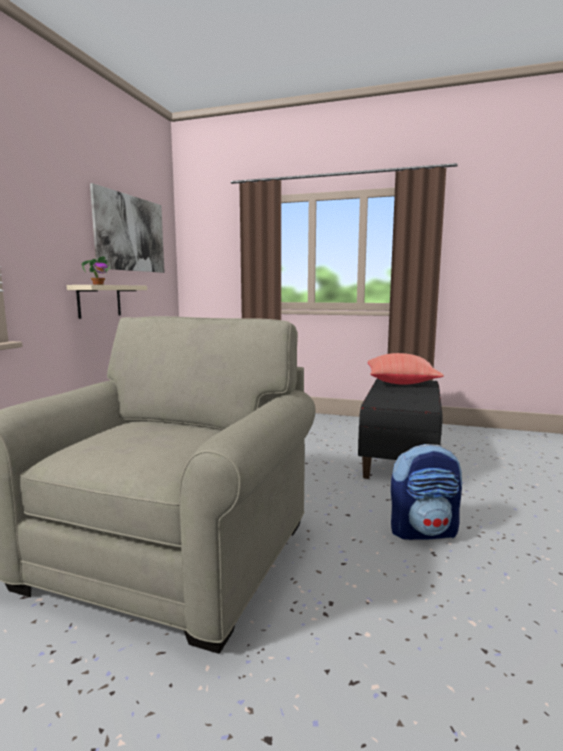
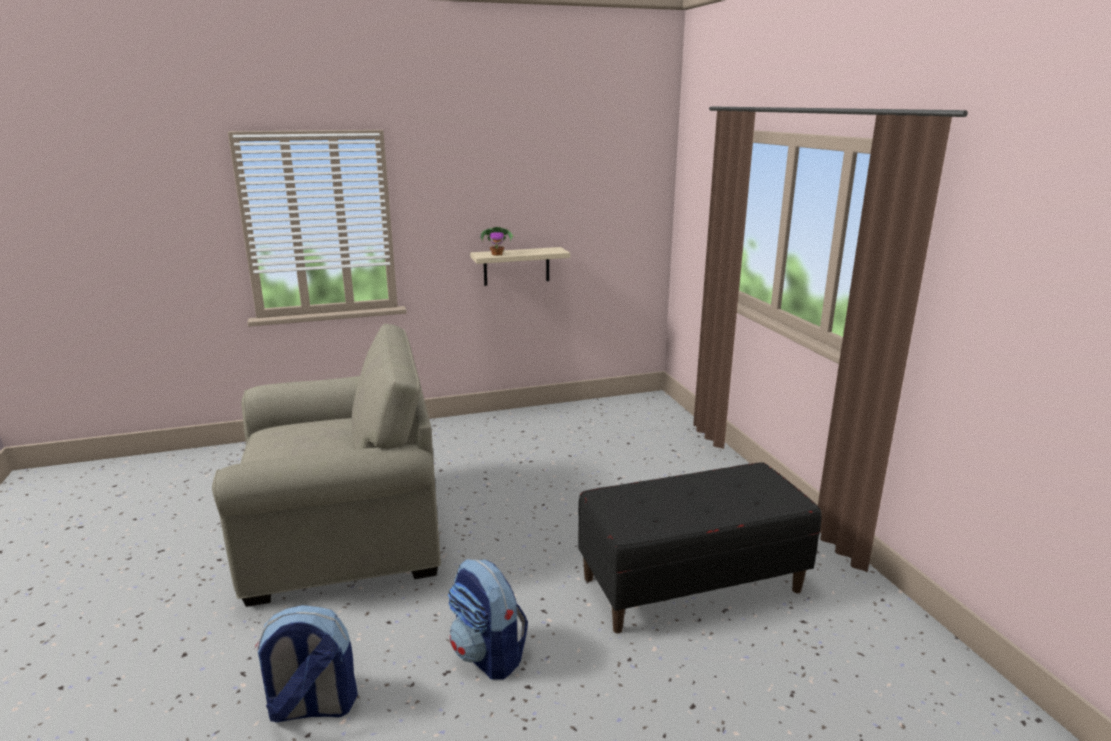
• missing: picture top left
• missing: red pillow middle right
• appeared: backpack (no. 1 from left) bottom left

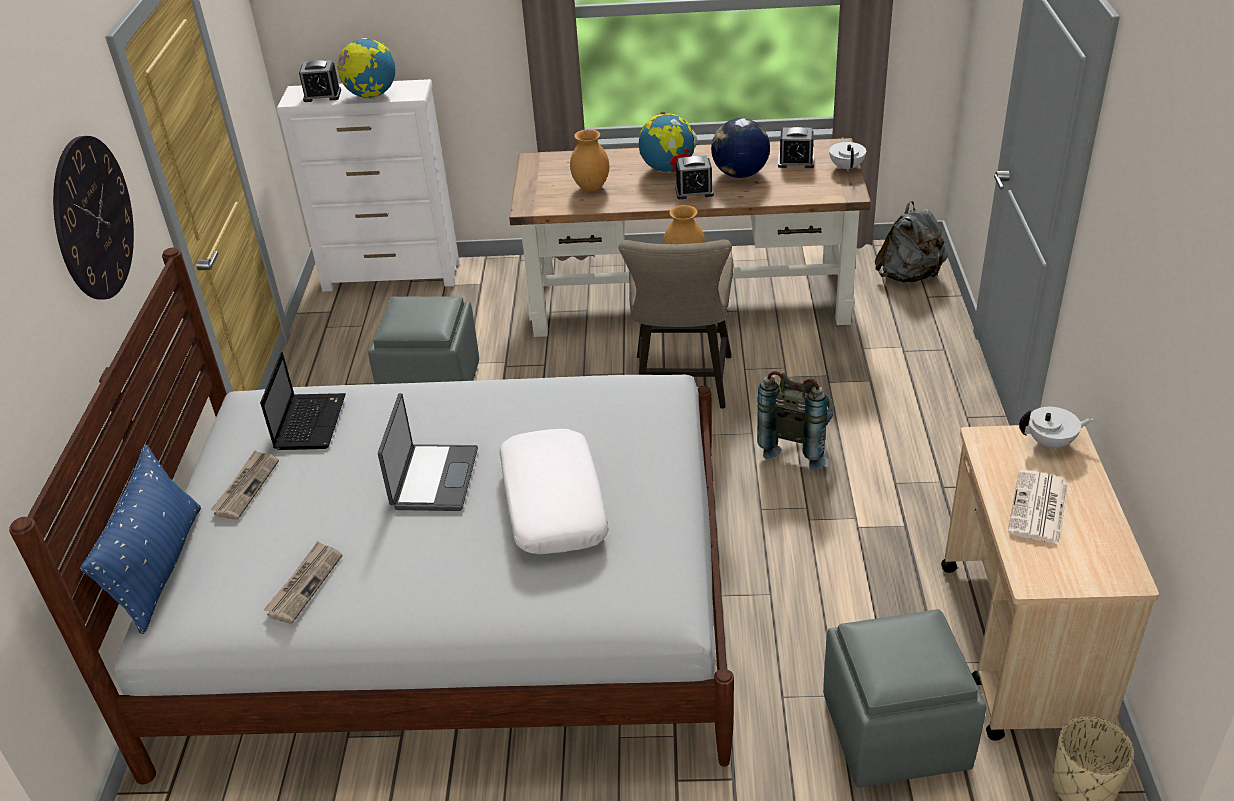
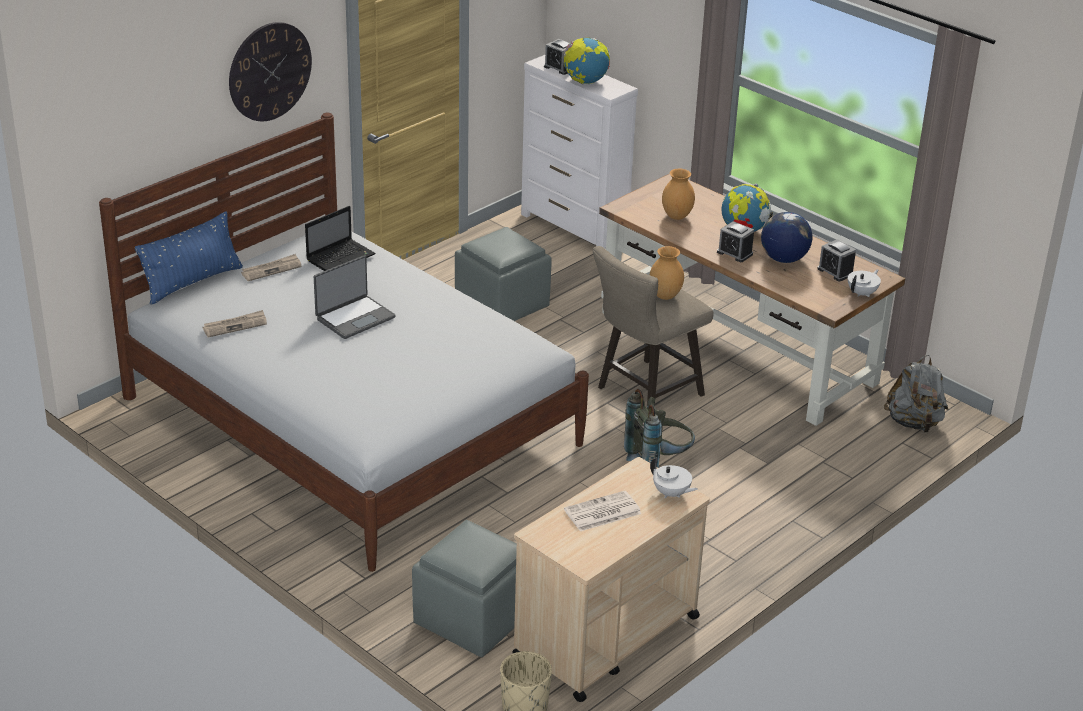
• missing: white pillow centre

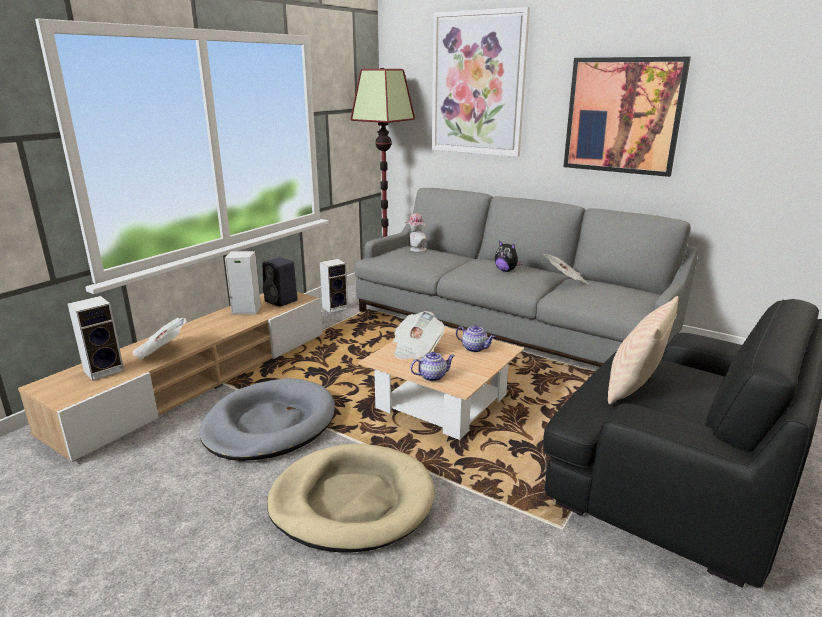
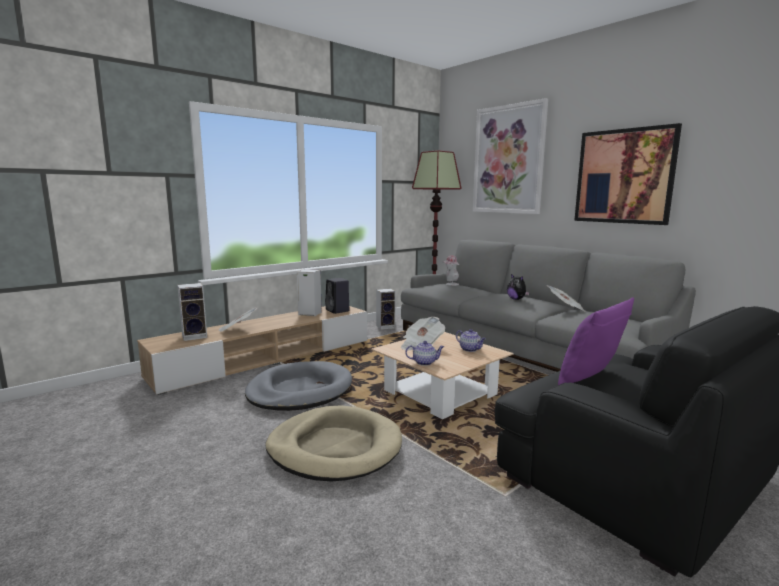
• colour: beige pillow middle right to purple pillow middle right

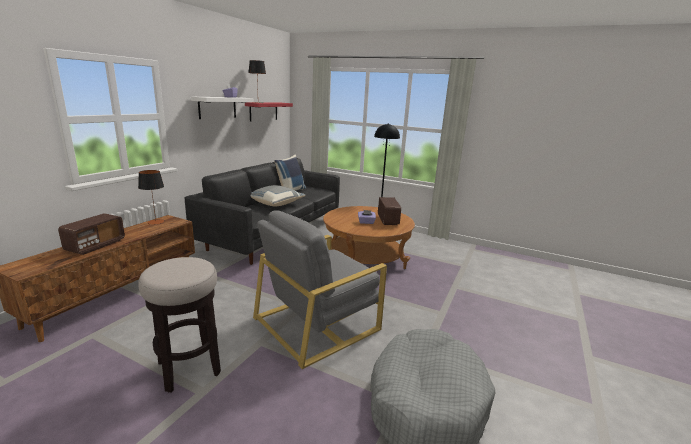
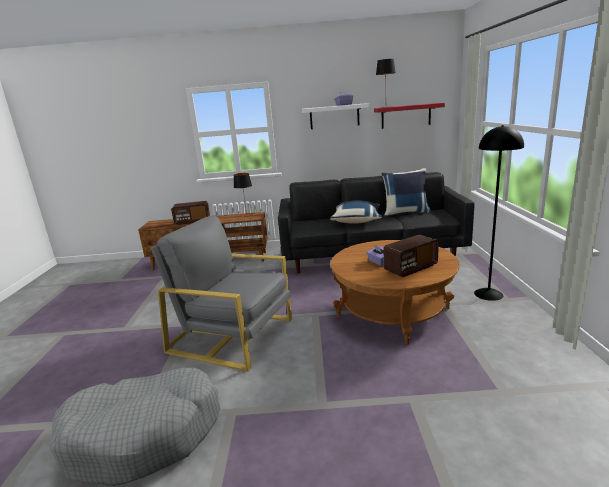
• missing: stool bottom left
• colour: grey pillow centre to blue pillow (no. 1 from left) centre

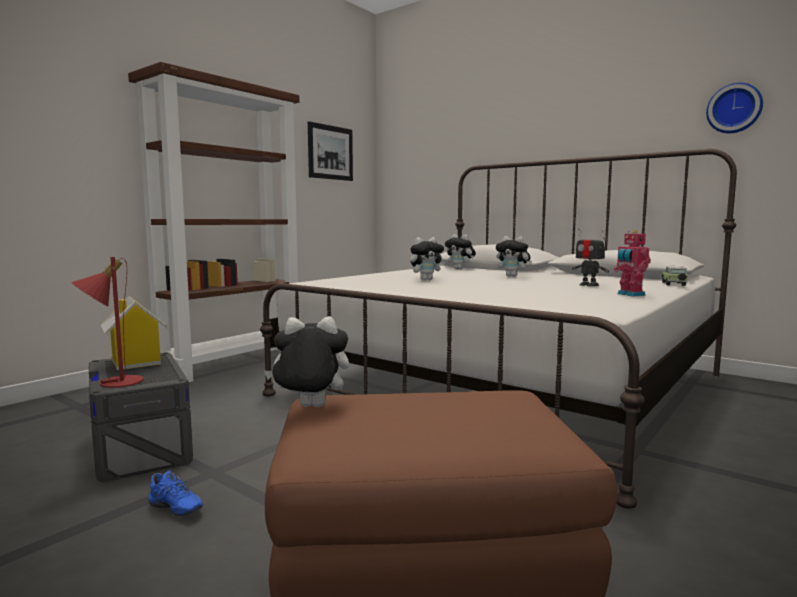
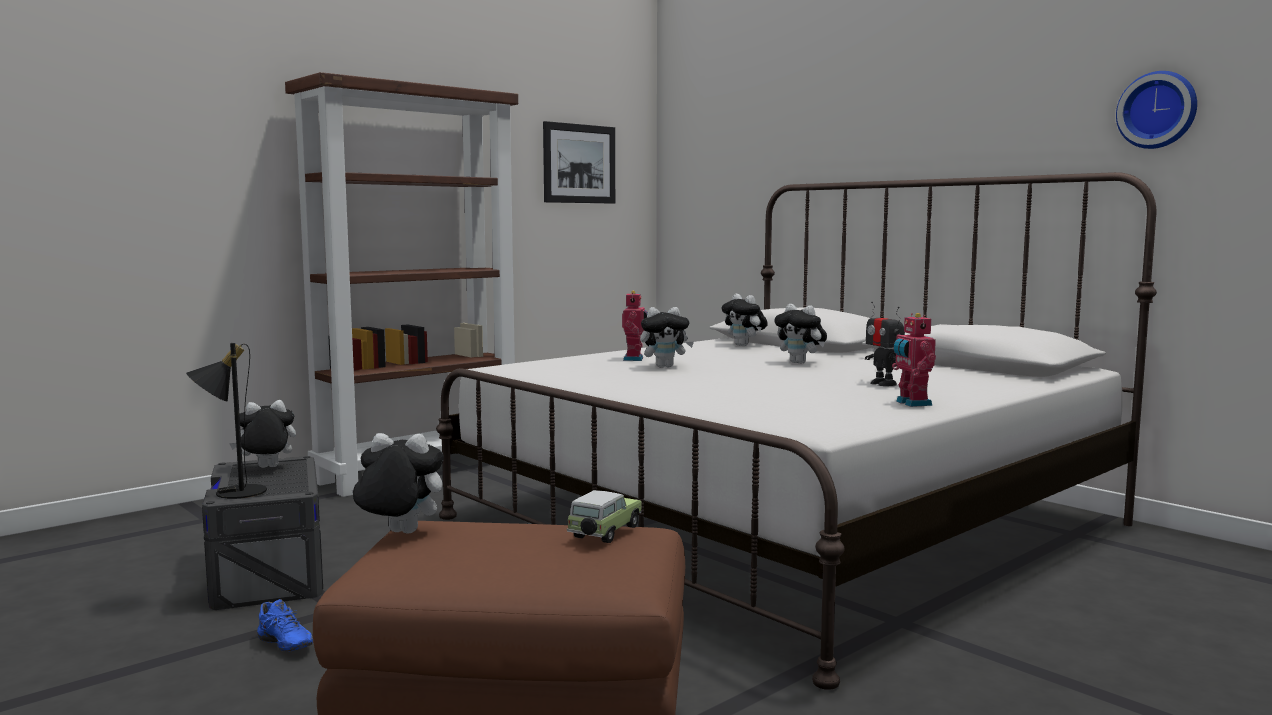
• colour: red table lamp middle left to black table lamp middle left
• exchanged: toy house middle left to plush toy (no. 1 from left) middle left
• relocated: toy car middle right to bottom centre
• appeared: toy robot (no. 1 from left) centre

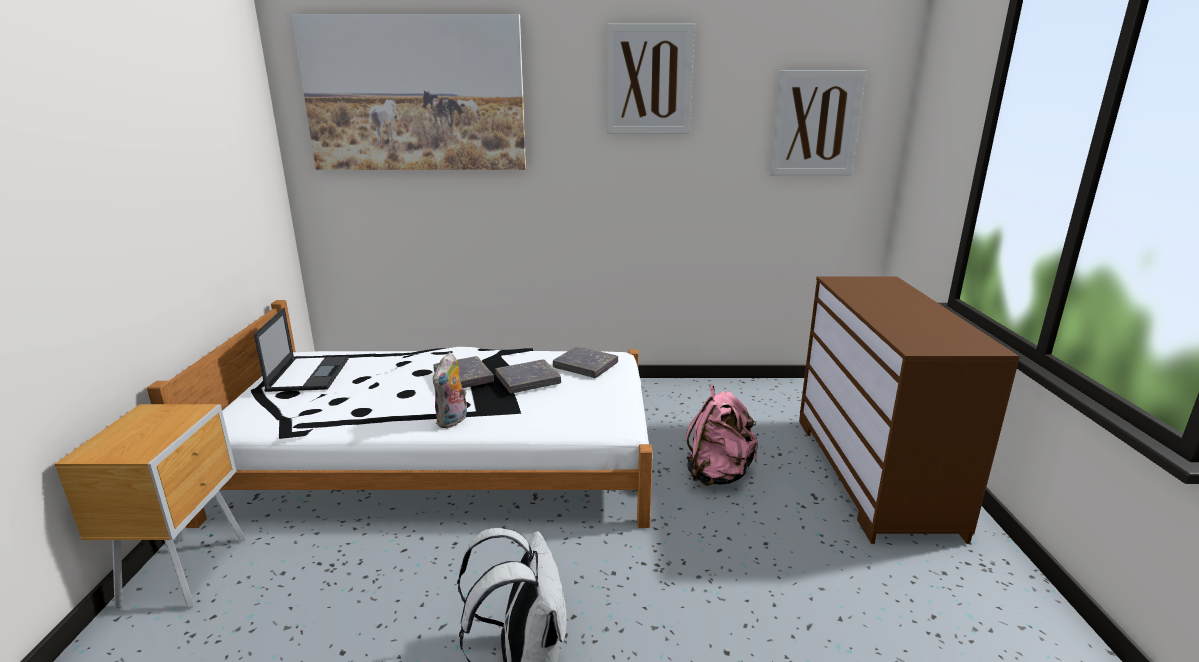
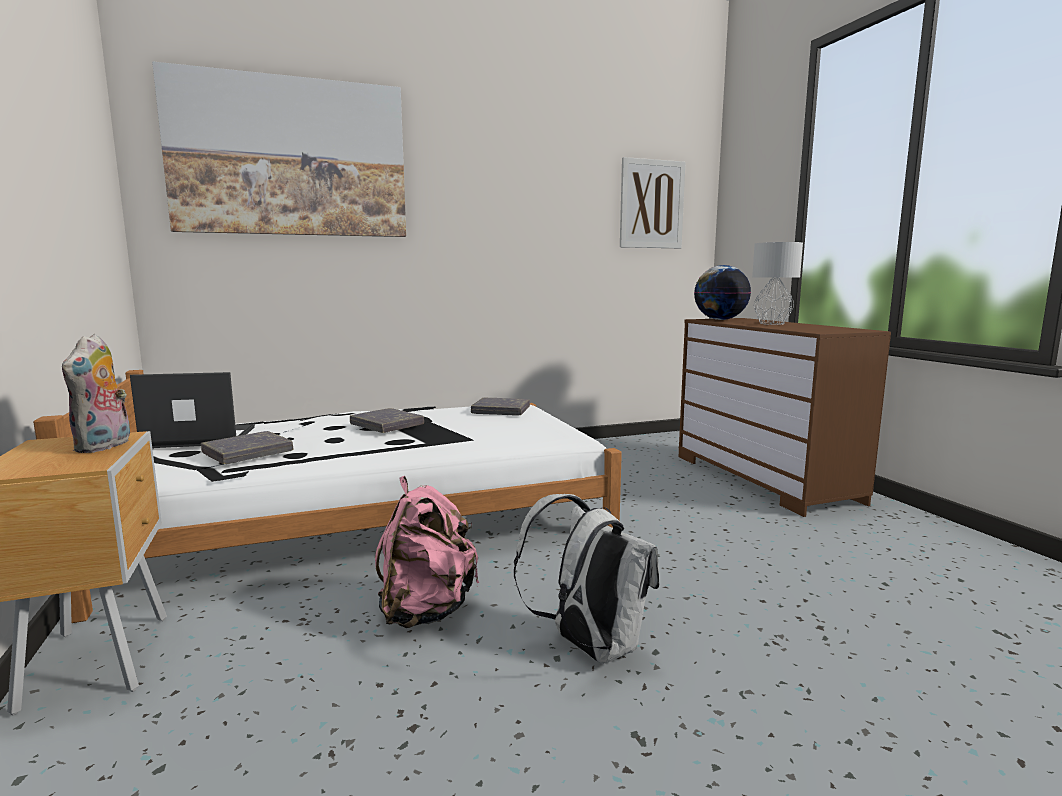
• spun: laptop middle left = middle left 75 degrees counterclockwise
• relocated: plush toy centre to middle left
• relocated: grey book (no. 2 from left in the first image) centre to grey book (no. 1 from left) middle left
• missing: picture (no. 2 from left) top centre
• relocated: pink backpack centre to bottom centre
• appeared: globe middle right
• appeared: grey table lamp middle right

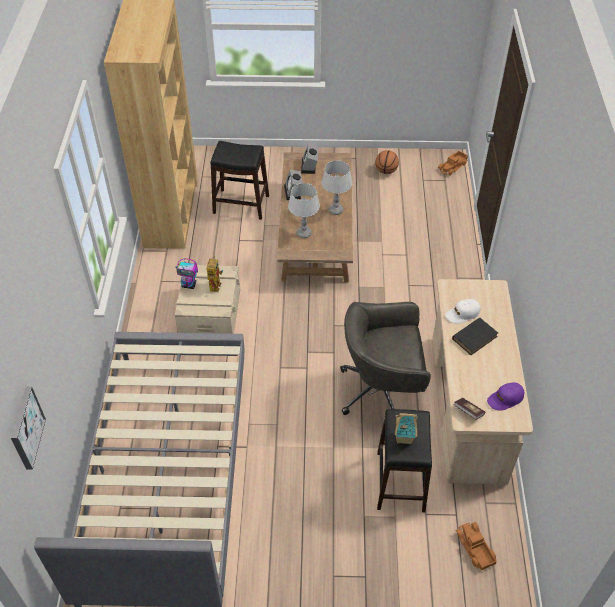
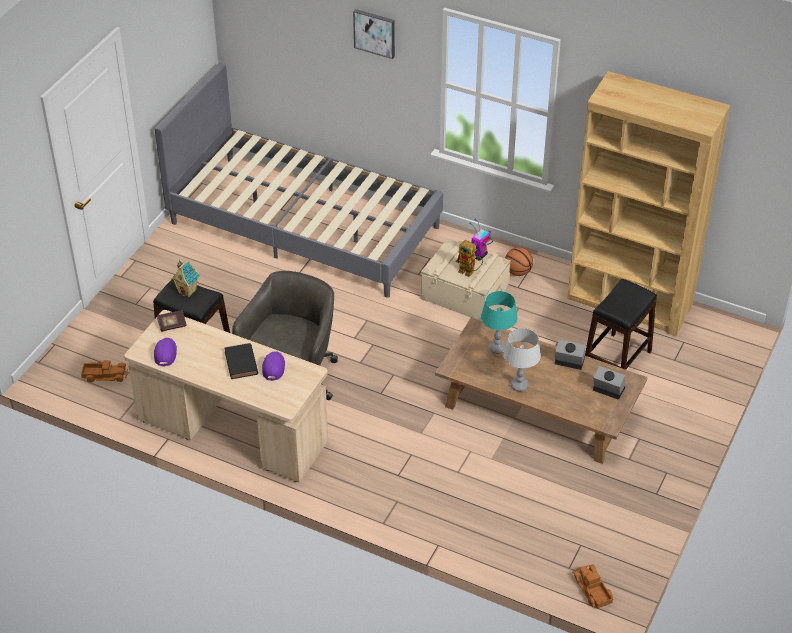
• relocated: picture bottom left to top centre
• colour: grey table lamp (no. 1 from left) centre to turquoise table lamp centre
• relocated: basketball top centre to centre
• colour: white cap middle right to purple cap (no. 2 from left) centre

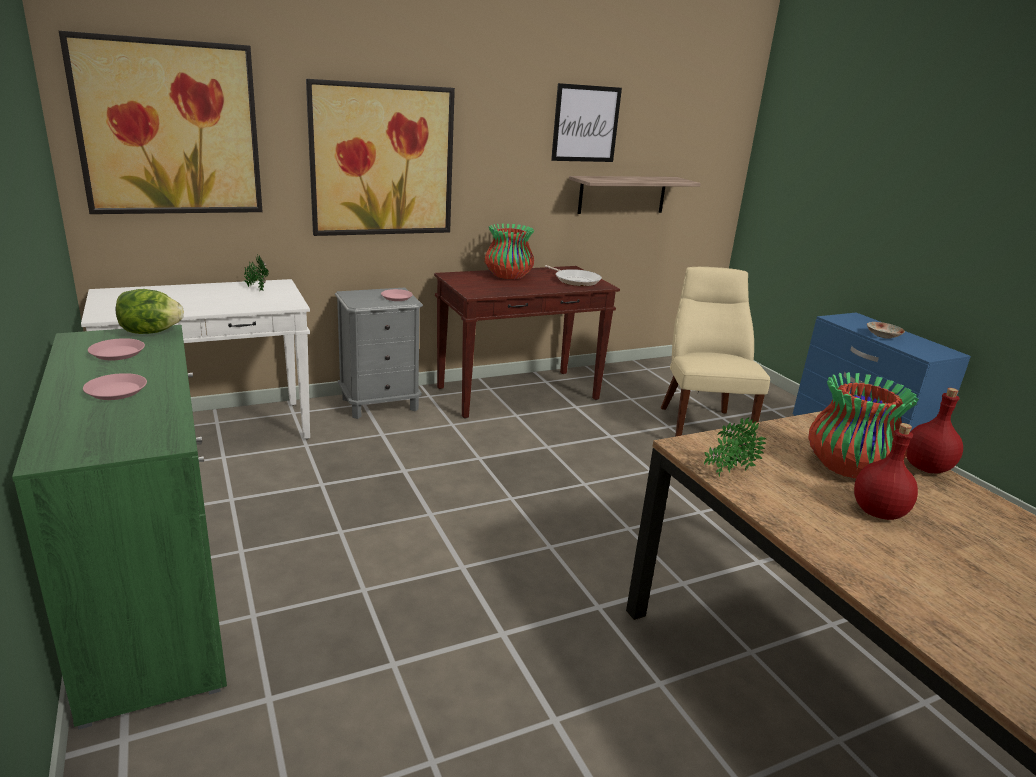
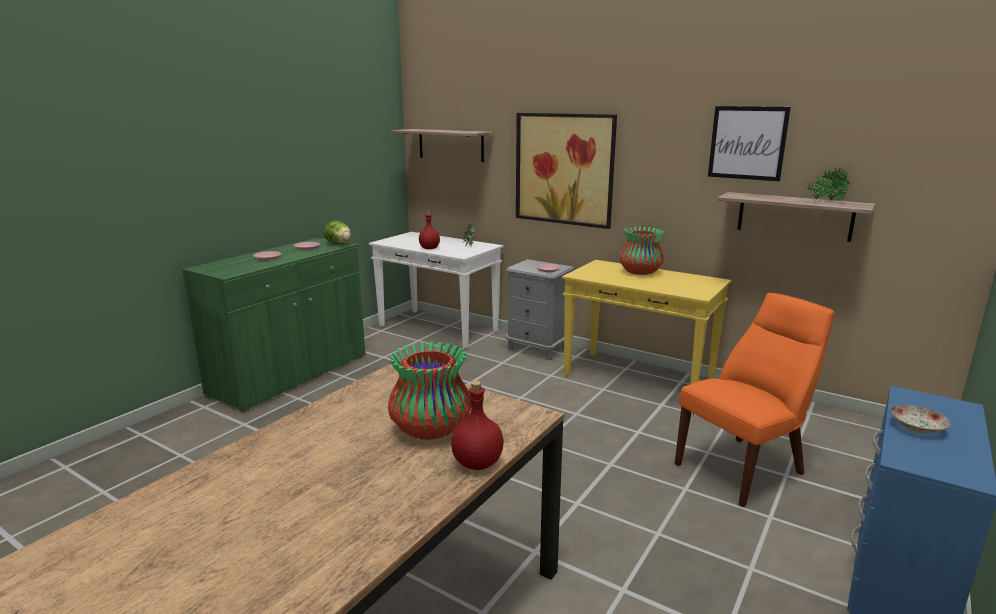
• exchanged: picture (no. 1 from left) top left to shelf (no. 1 from left) top centre
• colour: brown console table centre to yellow console table centre
• missing: frying pan centre
• colour: beige chair middle right to orange chair middle right
• relocated: potted plant (no. 2 from left) middle right to top right
• relocated: red bottle (no. 1 from left) middle right to centre

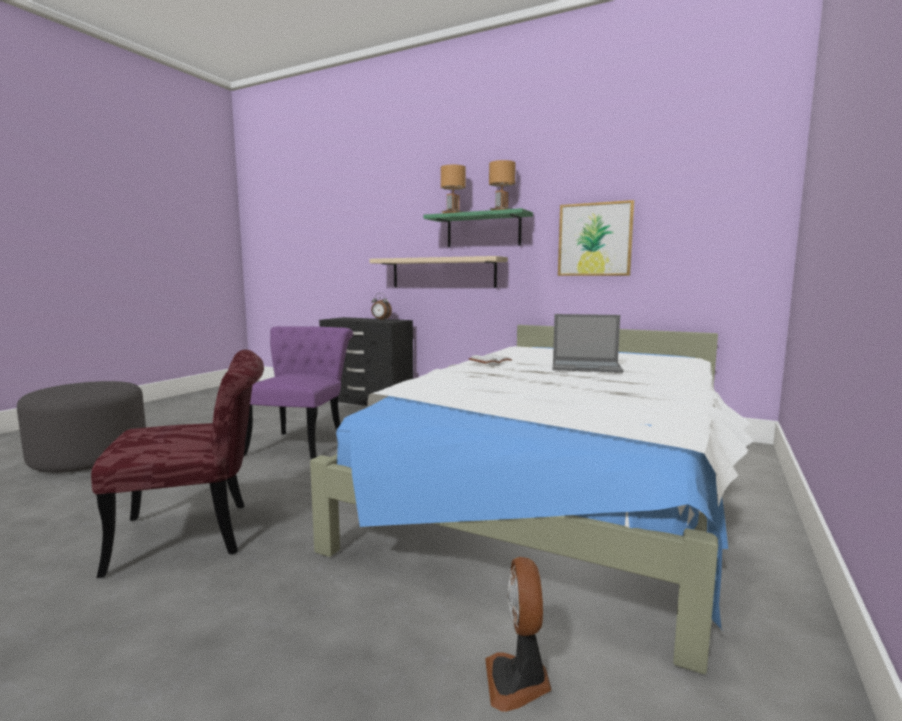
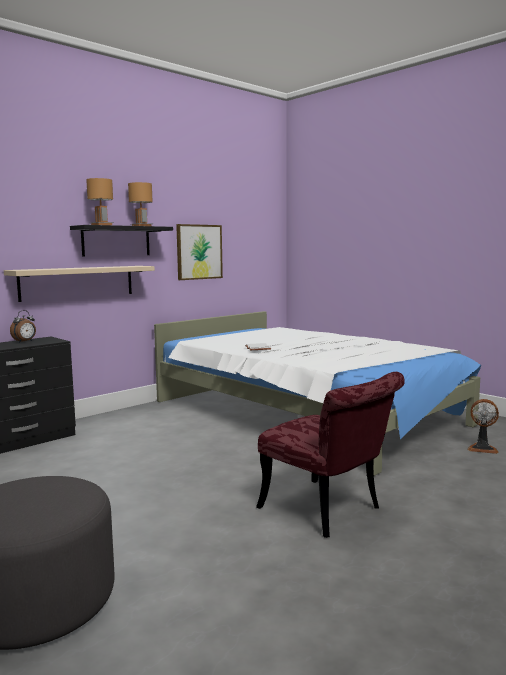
• spun: red chair middle left = bottom centre 135 degrees clockwise
• missing: purple chair middle left
• colour: green shelf top centre to black shelf middle left
• missing: laptop centre

